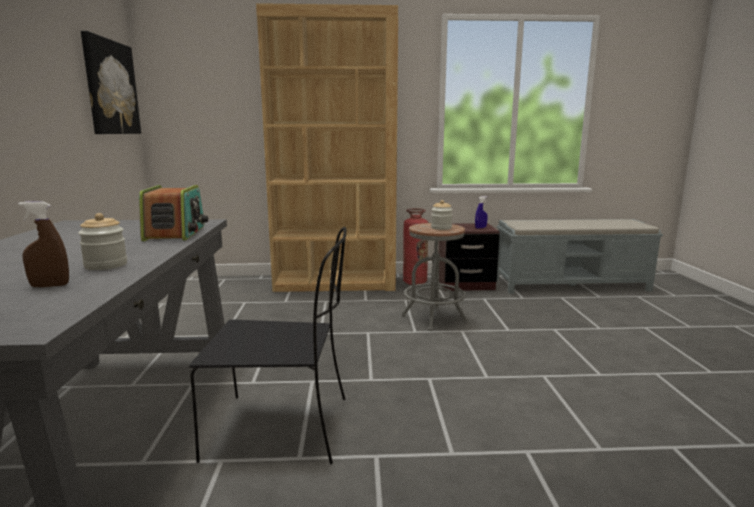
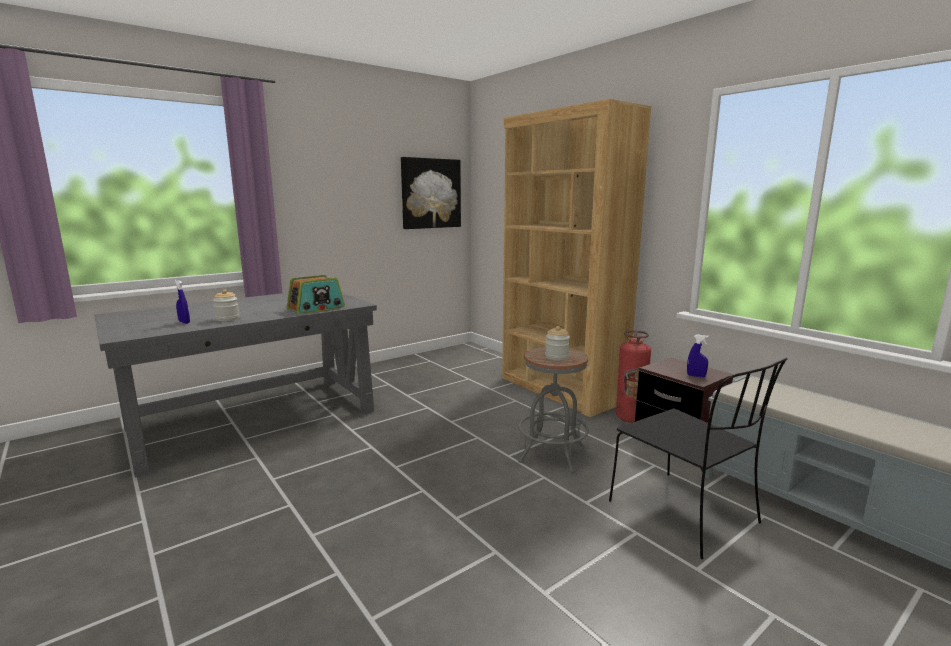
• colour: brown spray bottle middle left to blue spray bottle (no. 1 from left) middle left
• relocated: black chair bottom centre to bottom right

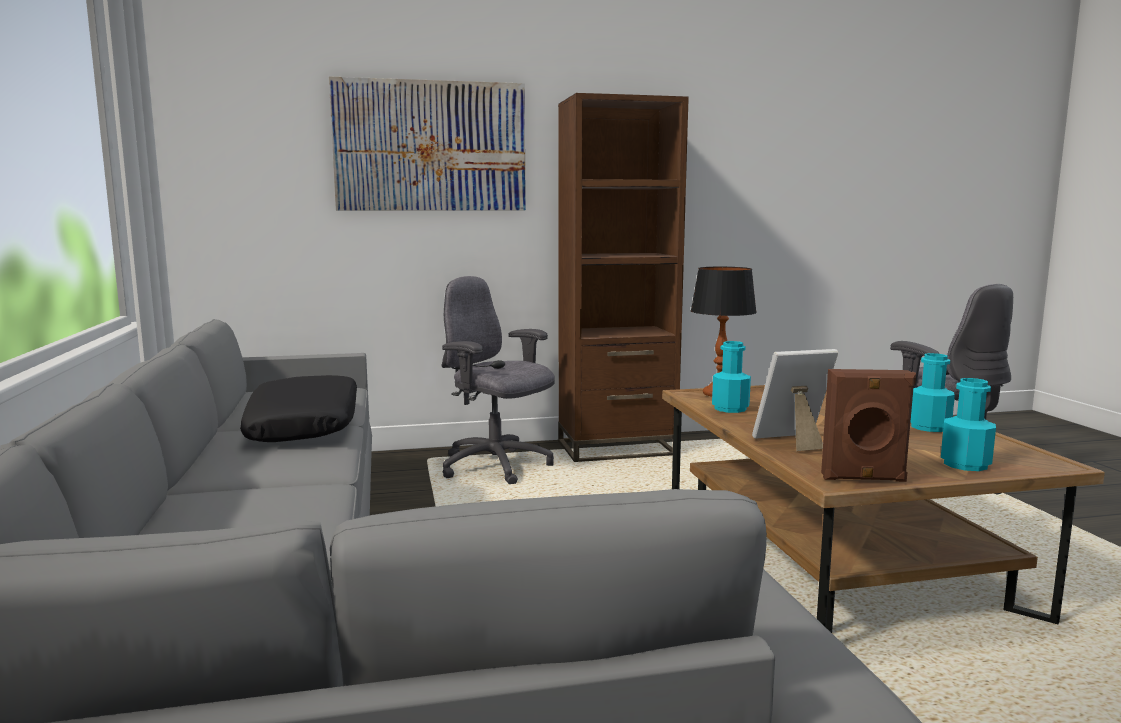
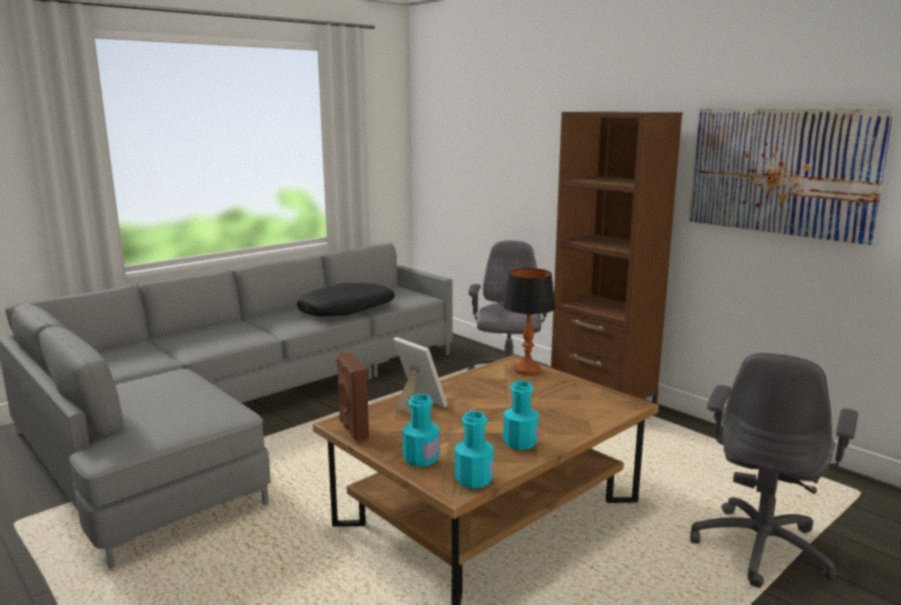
• relocated: picture top centre to top right
• relocated: turquoise bottle (no. 1 from left in the first image) centre to turquoise bottle (no. 2 from left) bottom centre

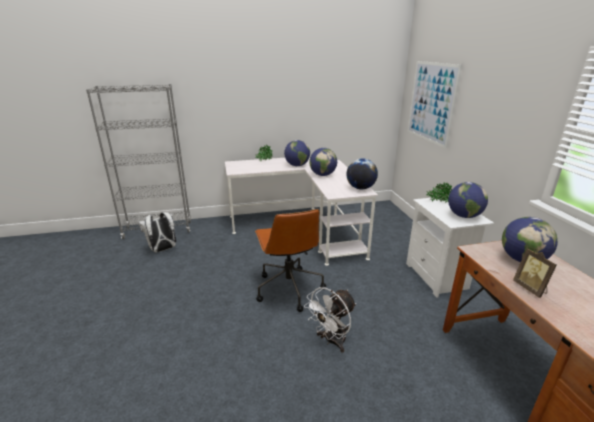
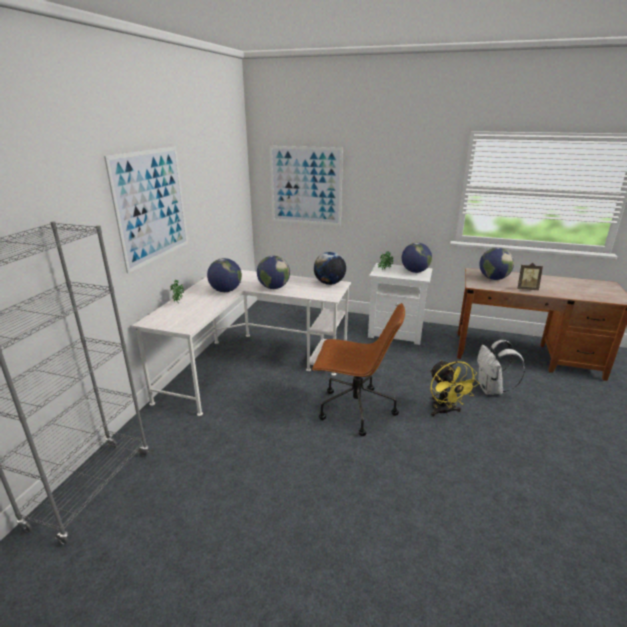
• relocated: white backpack middle left to middle right
• colour: white fan bottom centre to yellow fan middle right
• appeared: picture (no. 1 from left) middle left

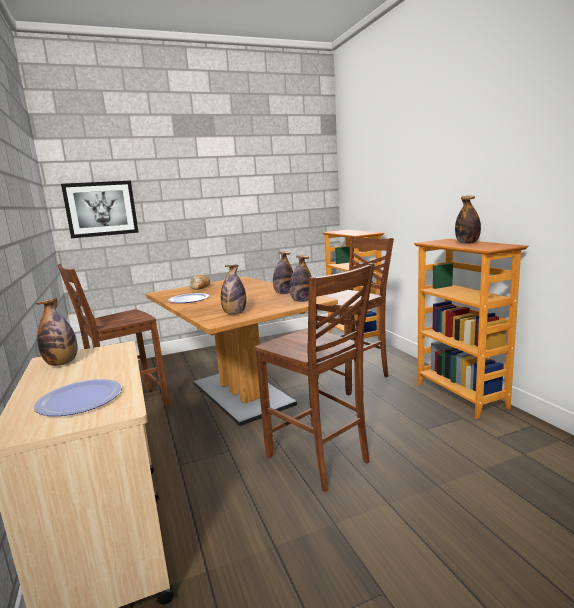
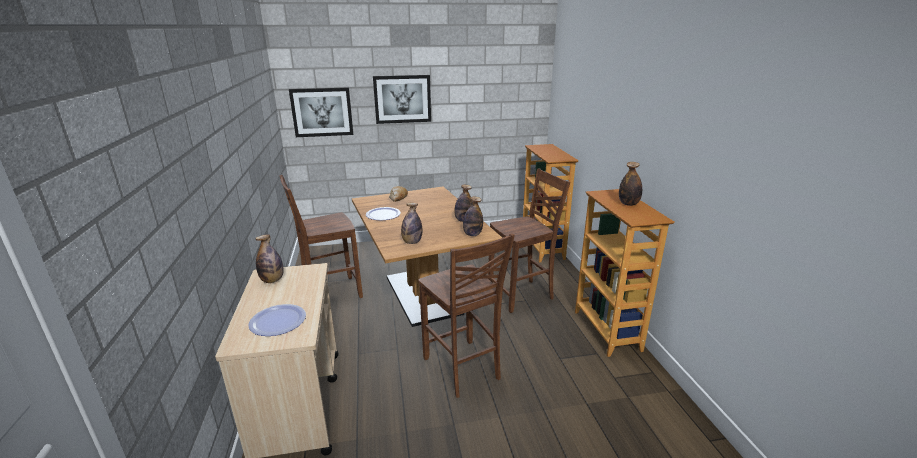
• appeared: picture (no. 2 from left) top centre

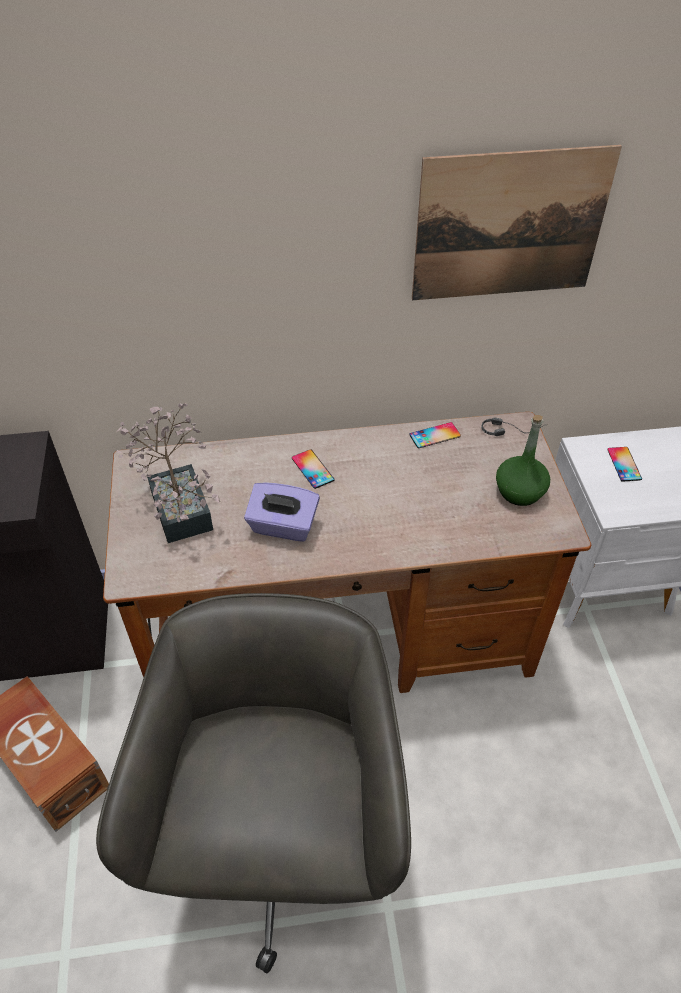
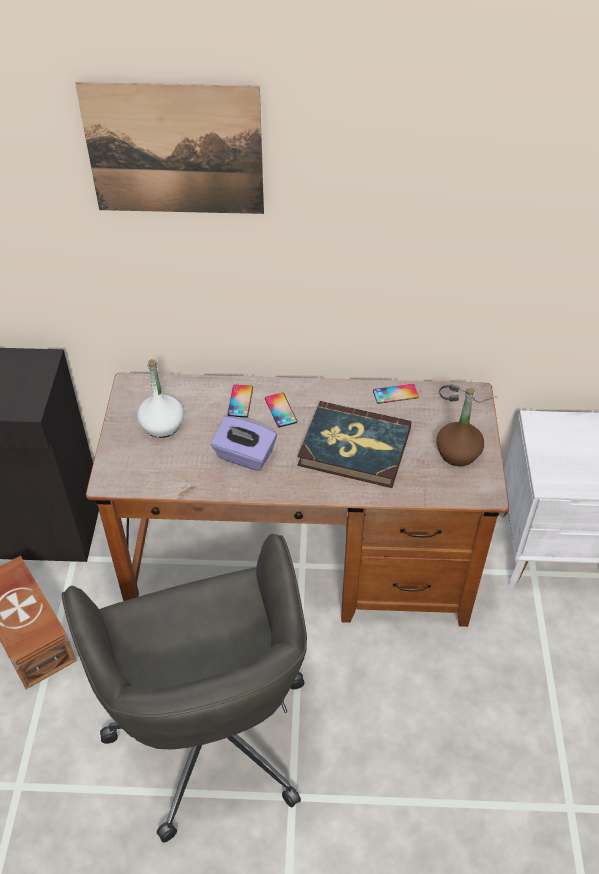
• spun: grey office chair bottom centre = bottom left 150 degrees clockwise
• exchanged: potted plant middle left to white bottle middle left
• relocated: picture top right to top left
• colour: green bottle middle right to brown bottle middle right
• relocated: phone (no. 3 from left in the first image) middle right to phone (no. 1 from left) centre
• appeared: book centre

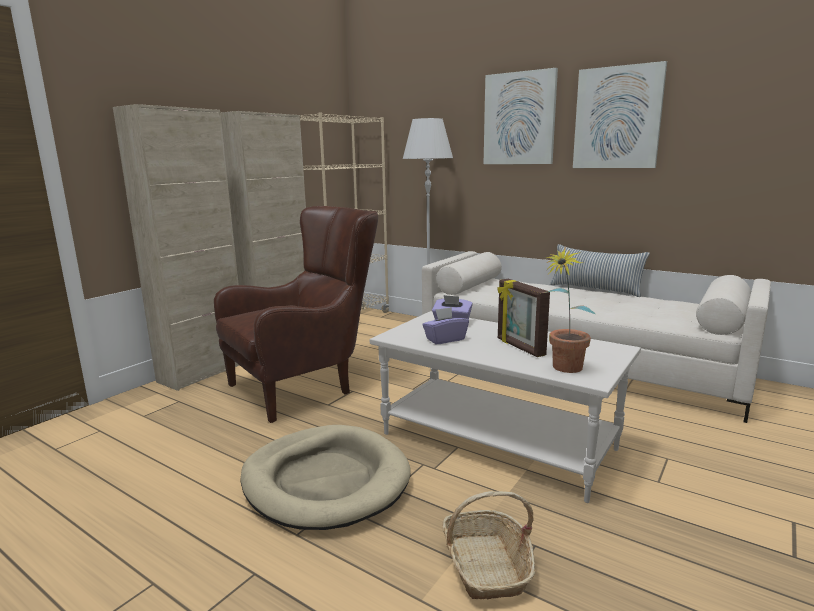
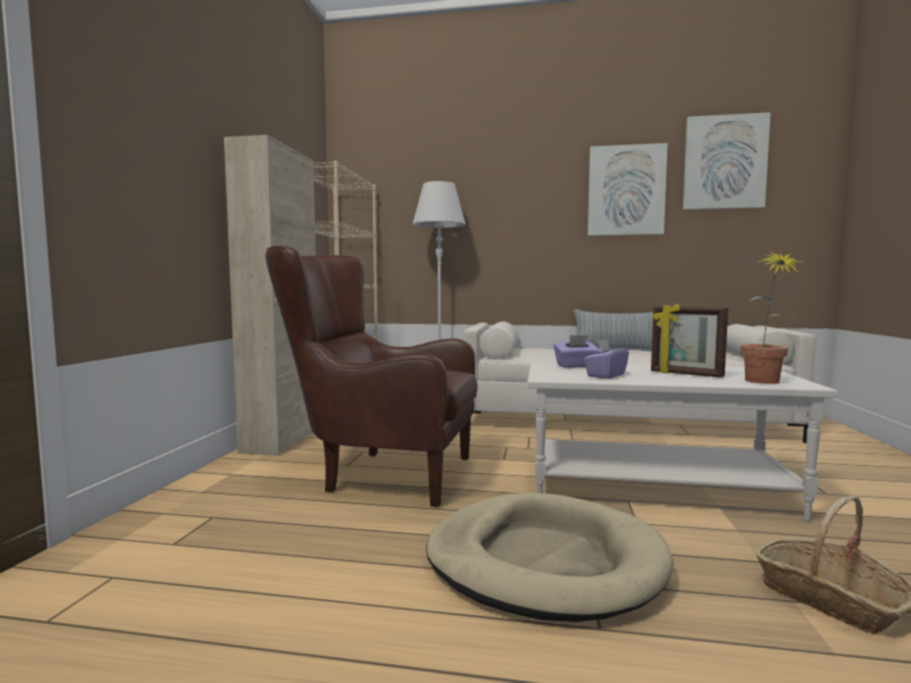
• missing: beige cabinet (no. 1 from left) middle left
• spun: brown armchair centre = centre 105 degrees counterclockwise
• relocated: picture (no. 1 from left in the first image) top centre to picture (no. 2 from left) top right

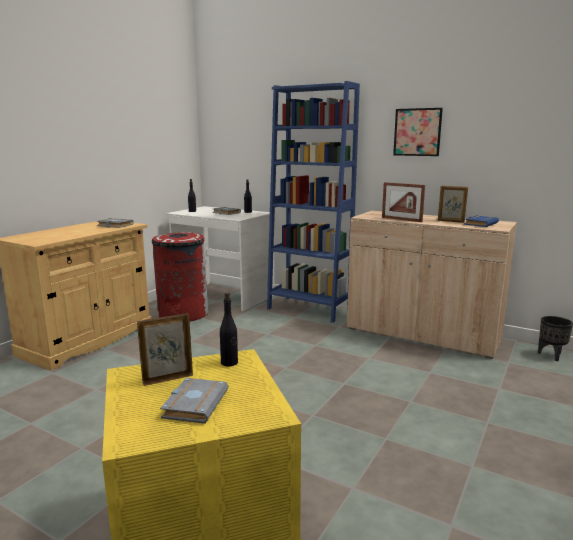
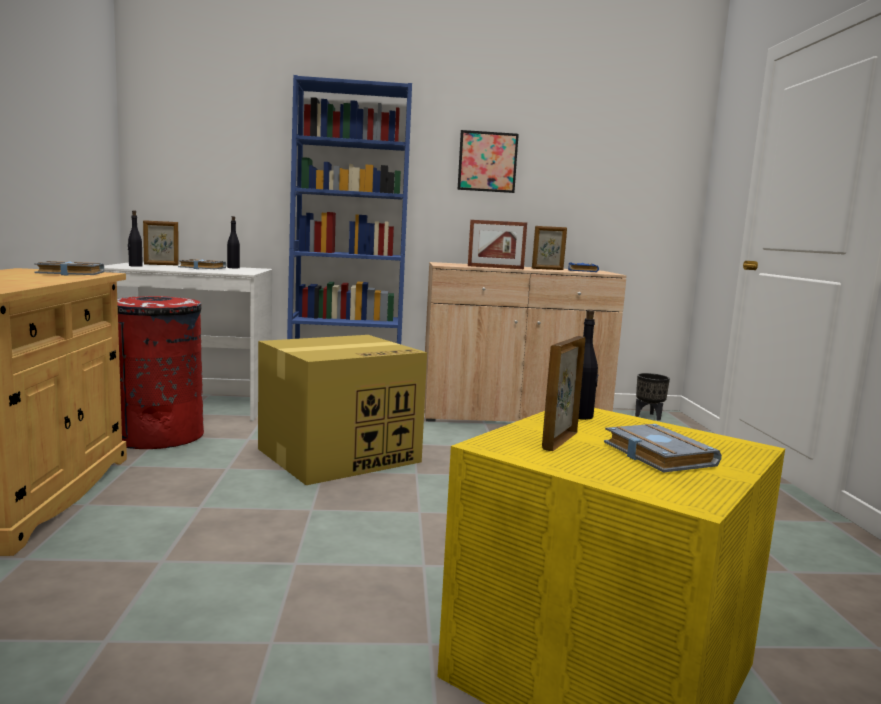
• appeared: picture frame (no. 1 from left) middle left
• appeared: cardboard box centre

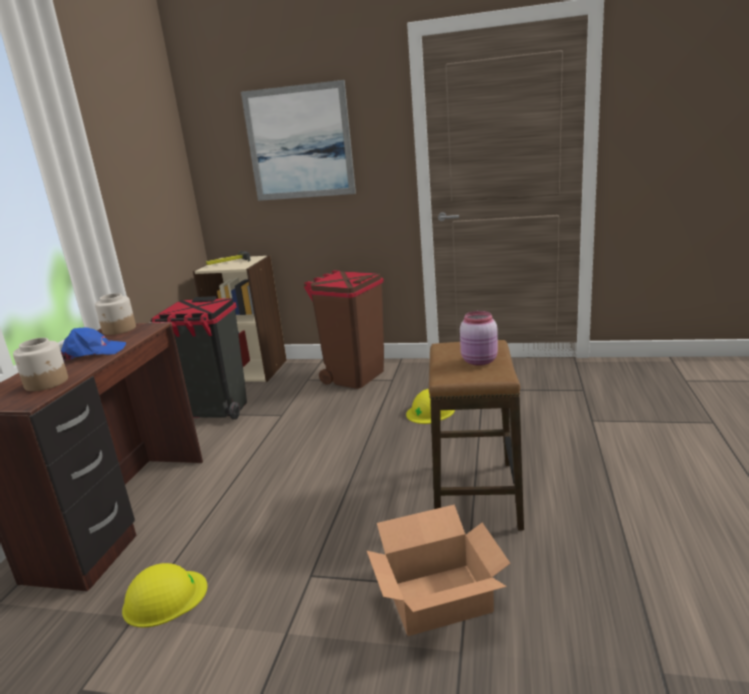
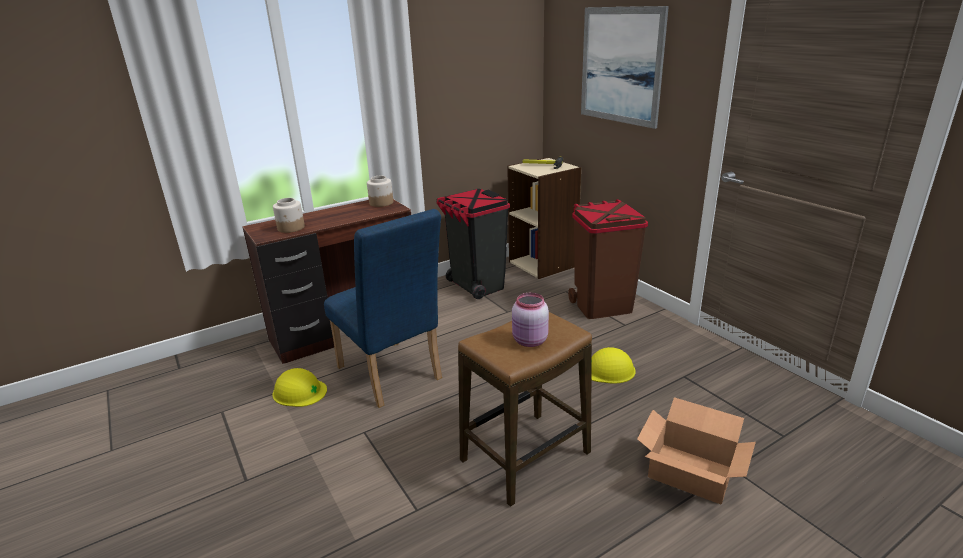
• missing: blue cap middle left
• relocated: cardboard box bottom centre to bottom right
• appeared: blue chair centre

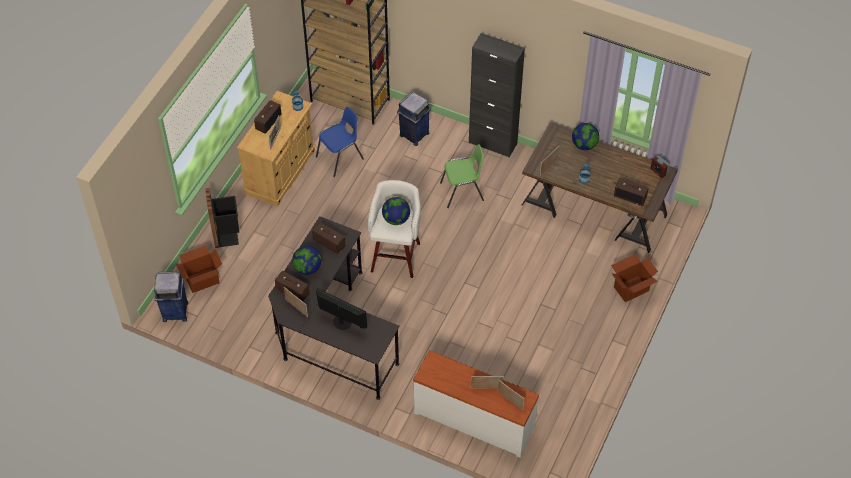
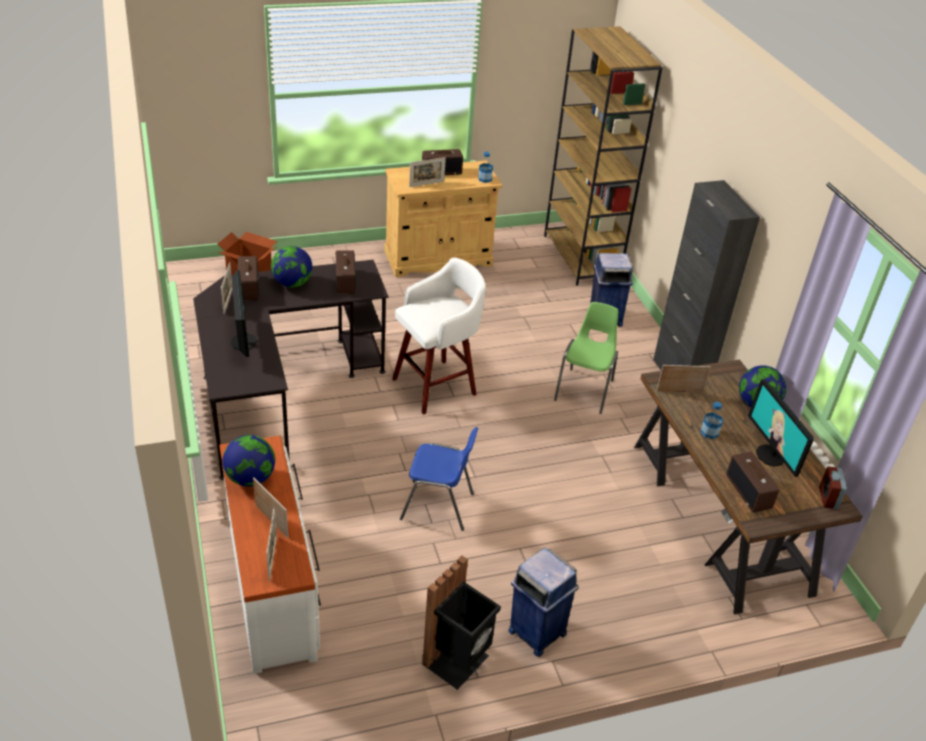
• relocated: blue trash can (no. 1 from left) middle left to bottom centre
• relocated: black trash can middle left to bottom centre
• relocated: blue chair top centre to centre
• relocated: globe (no. 2 from left in the first image) centre to globe (no. 1 from left) middle left
• spun: green chair centre = centre 105 degrees counterclockwise
• missing: cardboard box (no. 2 from left) middle right
• appeared: monitor (no. 2 from left) middle right

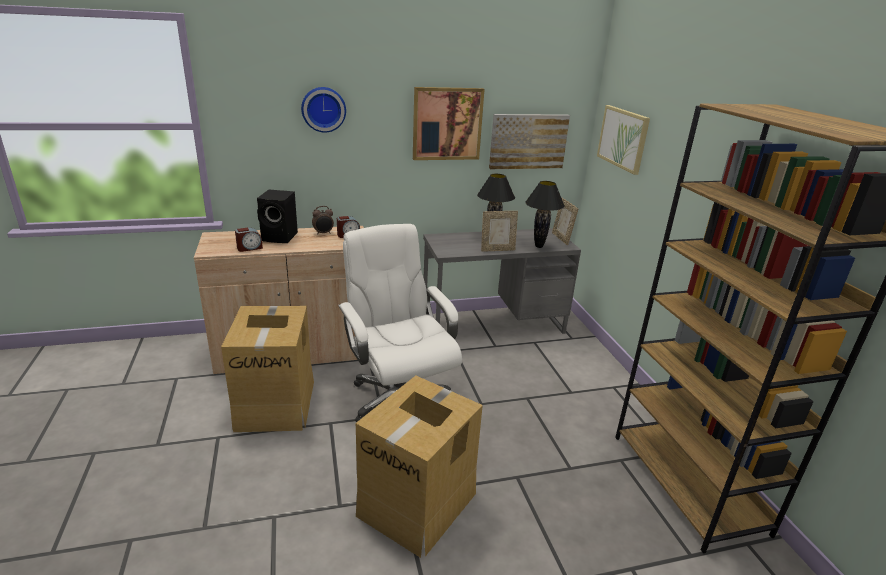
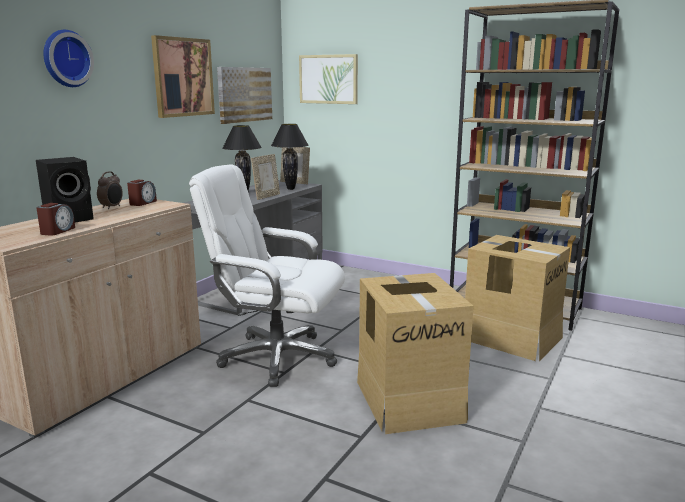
• relocated: cardboard box (no. 1 from left in the first image) middle left to cardboard box (no. 2 from left) middle right

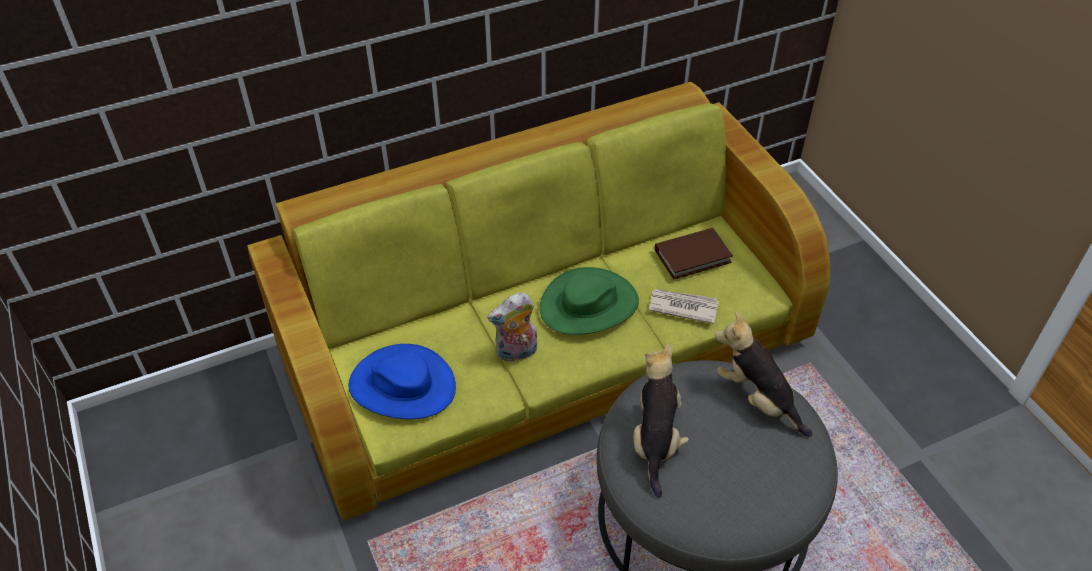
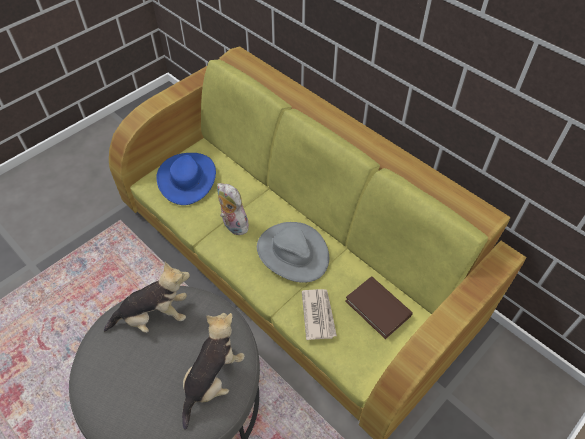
• colour: green hat centre to grey hat centre

